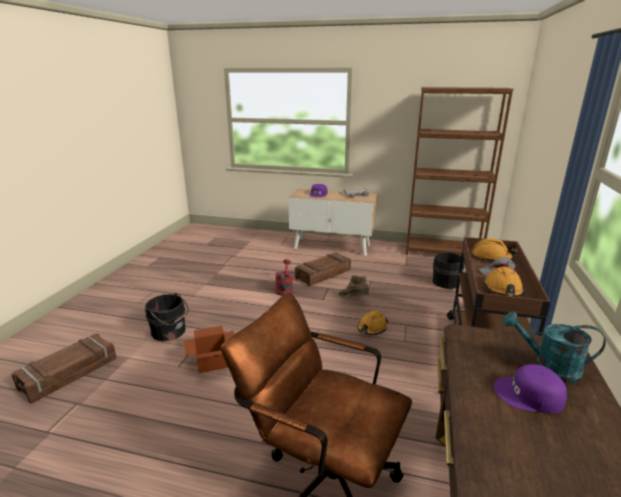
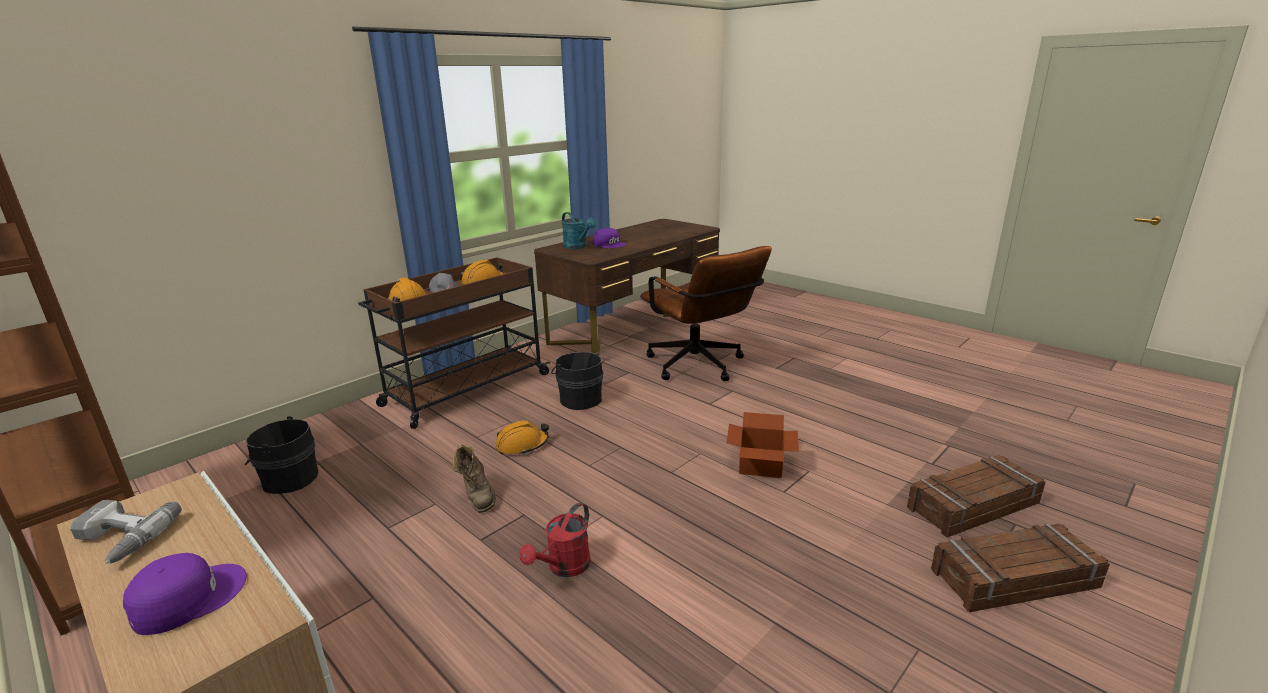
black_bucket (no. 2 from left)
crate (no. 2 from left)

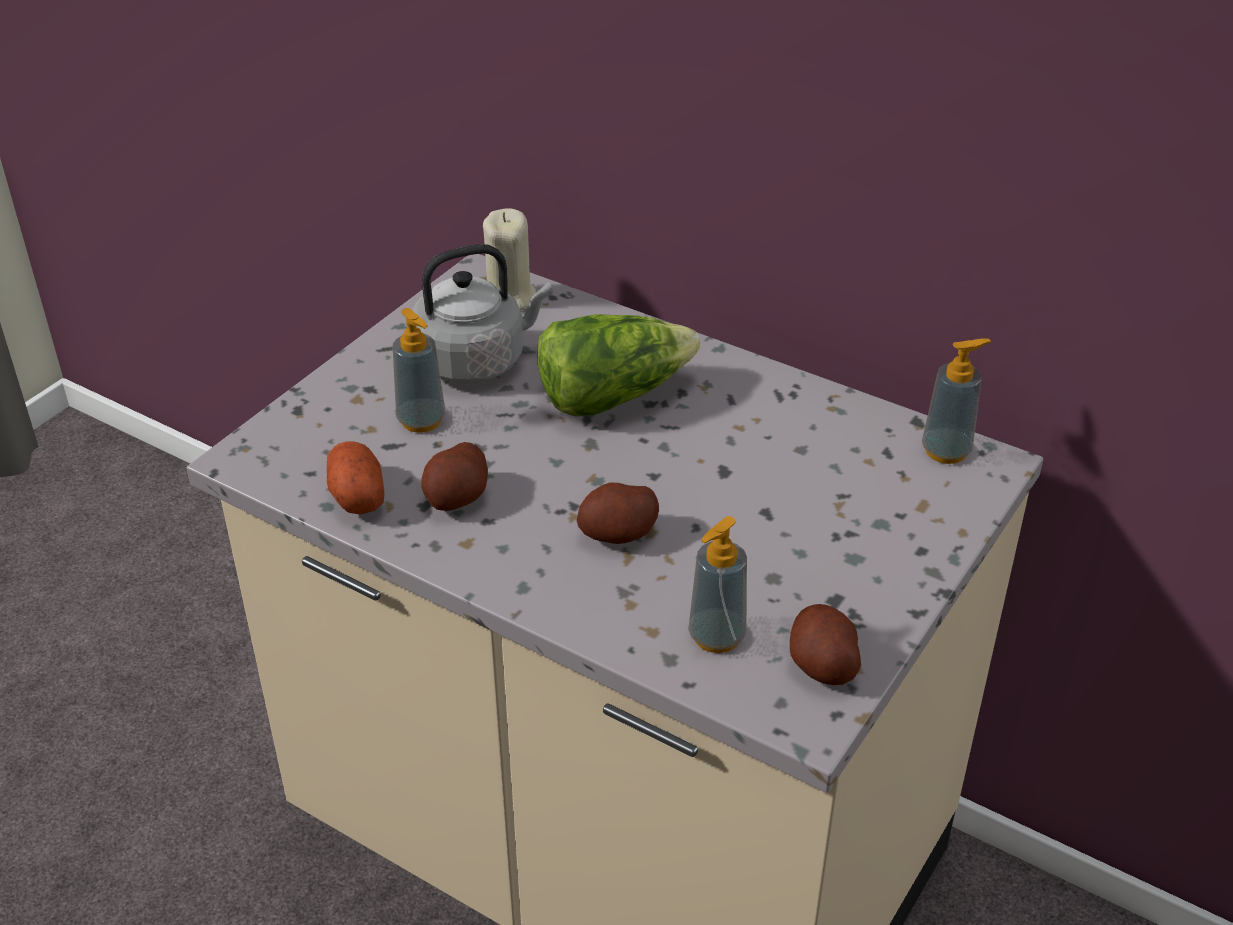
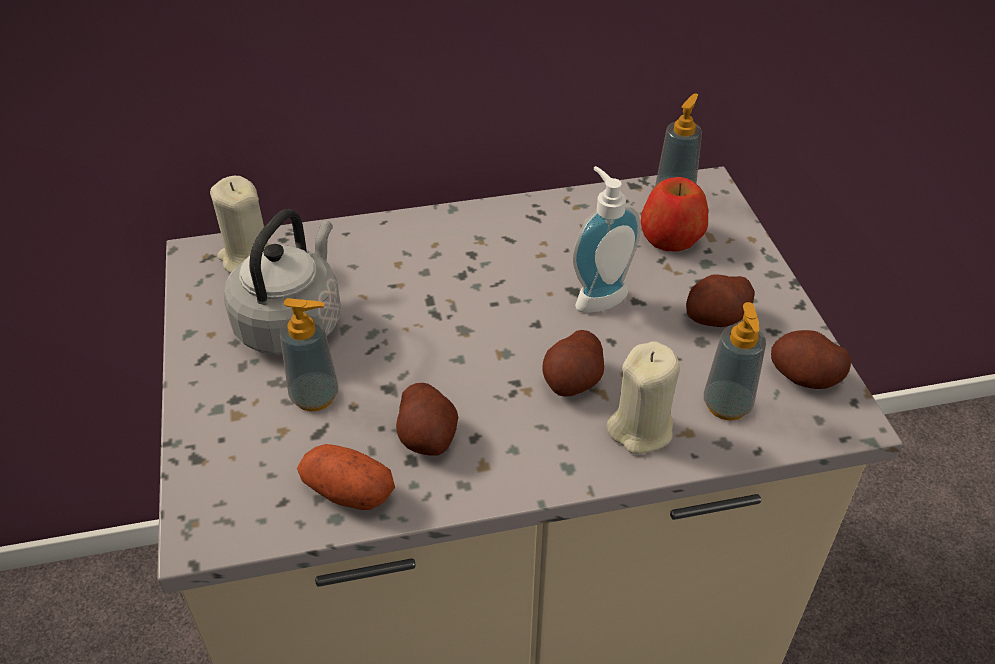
lettuce
soap_dispenser (no. 2 from left)
beige_candle (no. 2 from left)
apple
potato (no. 4 from left)

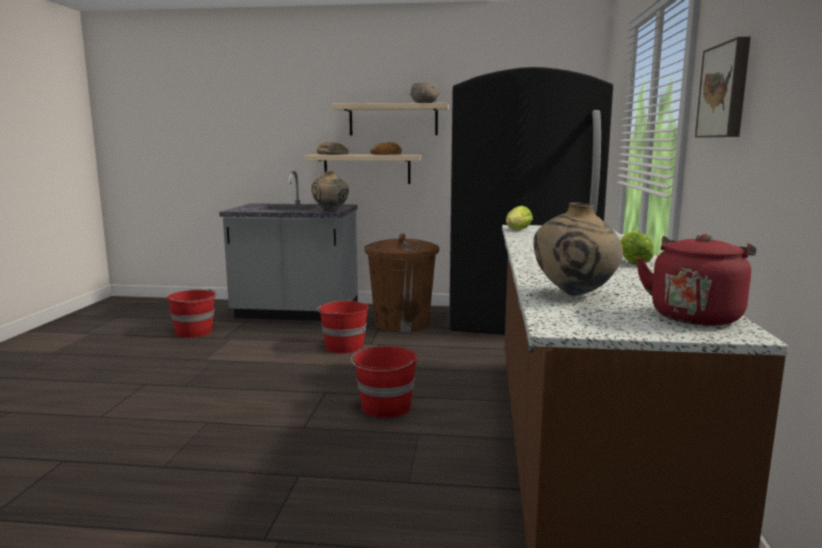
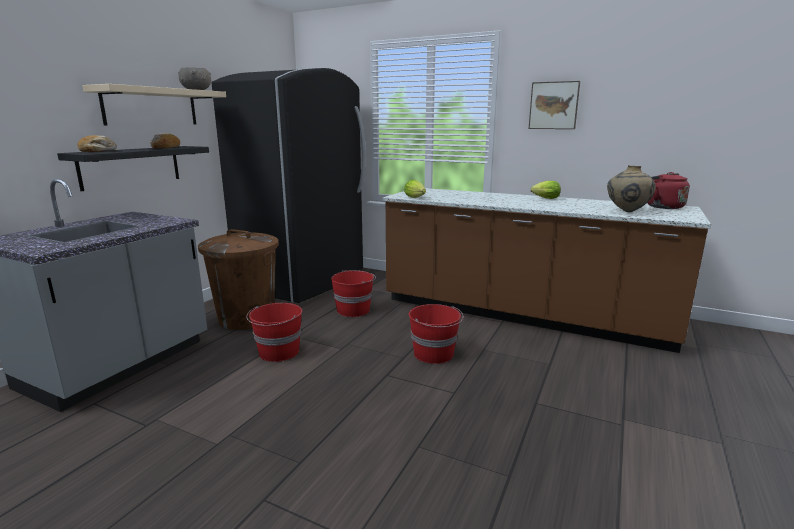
beige_vase (no. 1 from left in the first image)
red_bucket (no. 2 from left)
black_shelf

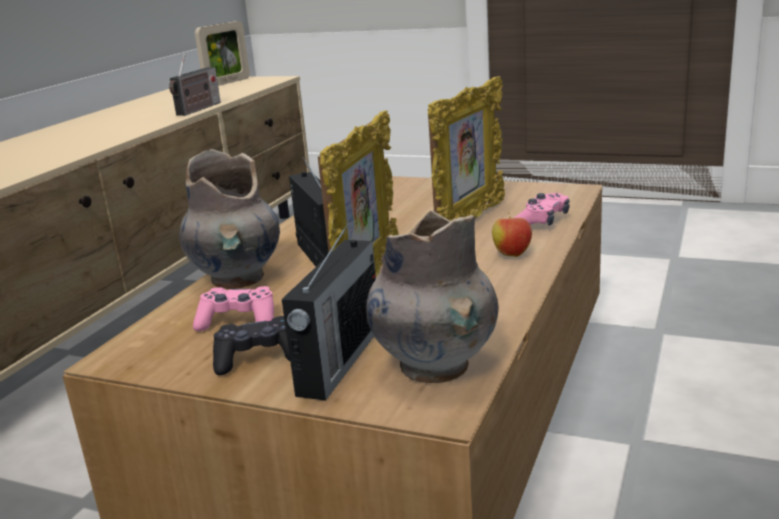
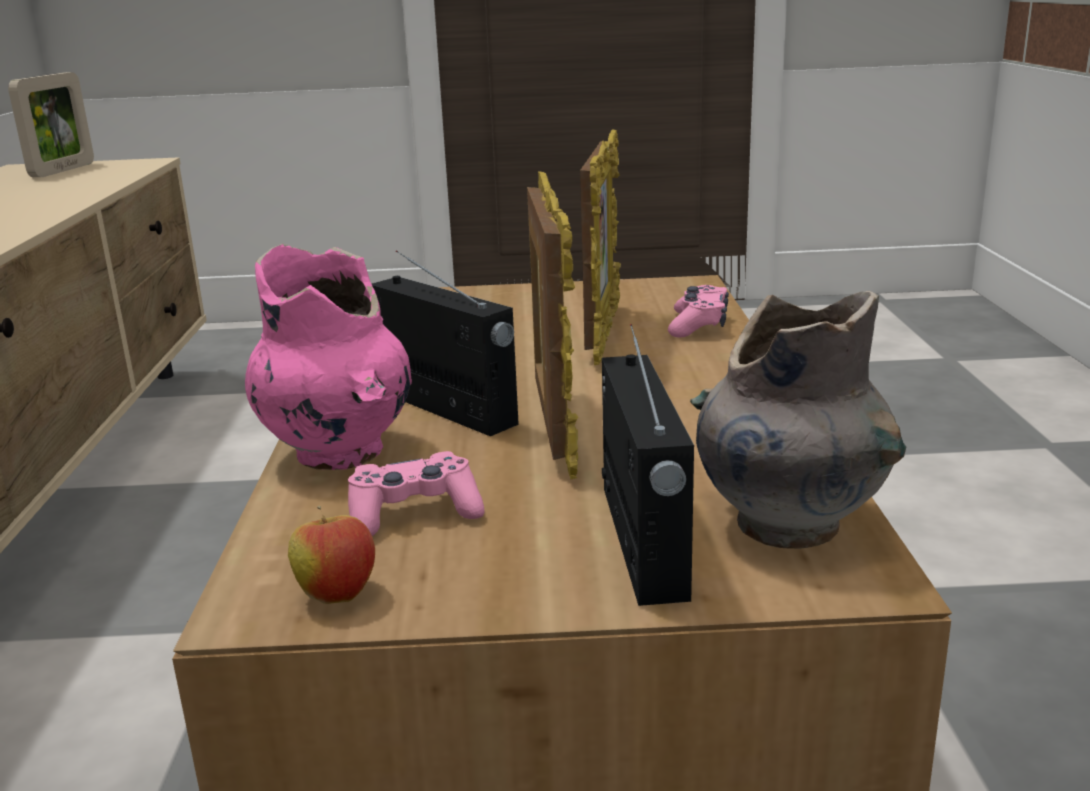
radio (no. 1 from left in the first image)
black_game_controller
apple
pink_vase

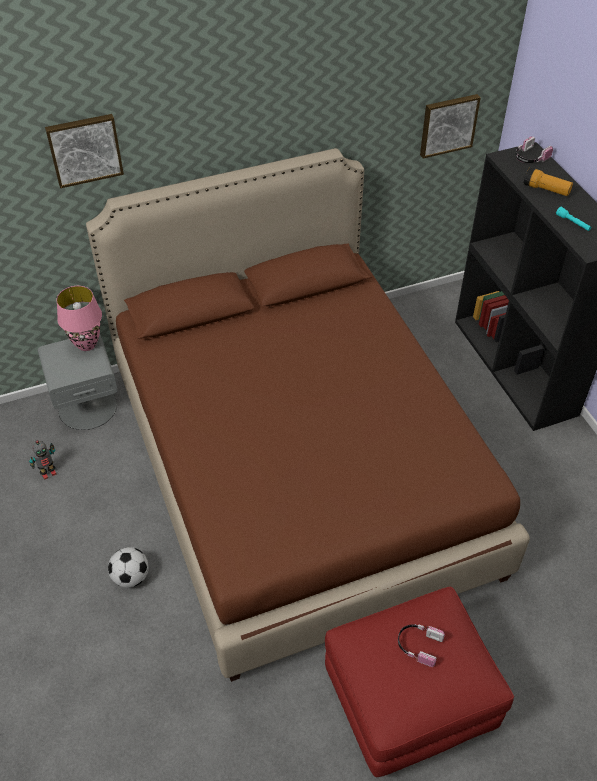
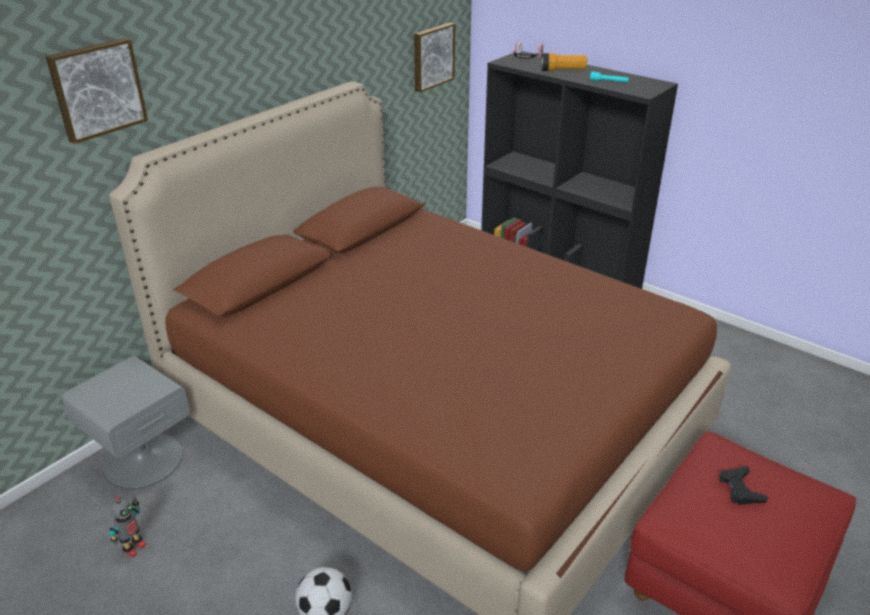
pink_table_lamp
black_game_controller

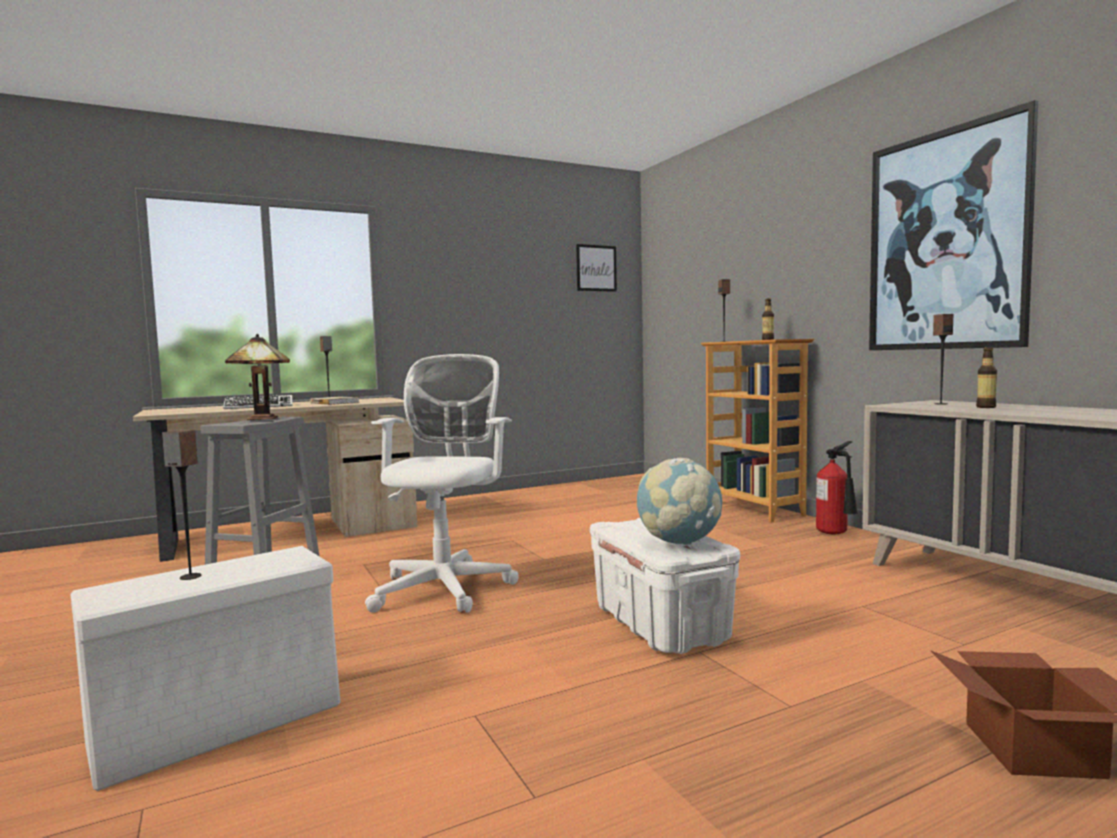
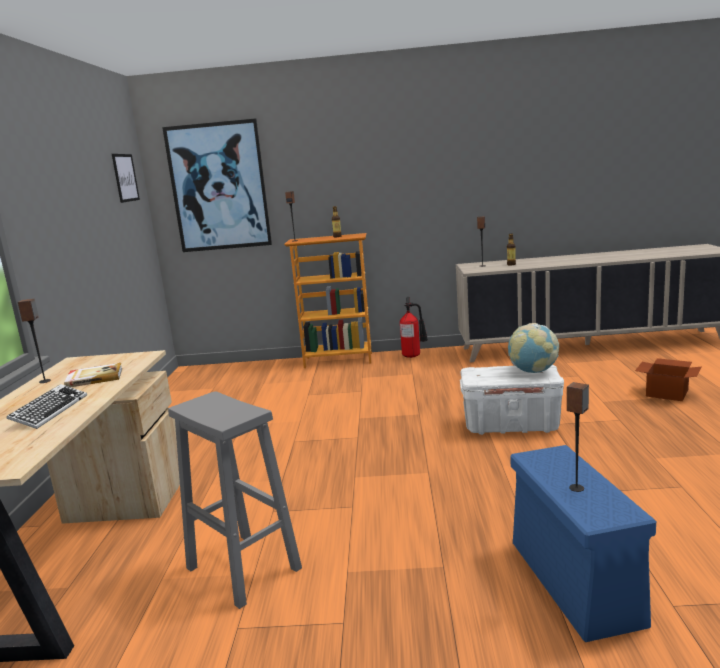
table_lamp
white_office_chair
picture (no. 2 from left)
blue_storage_box

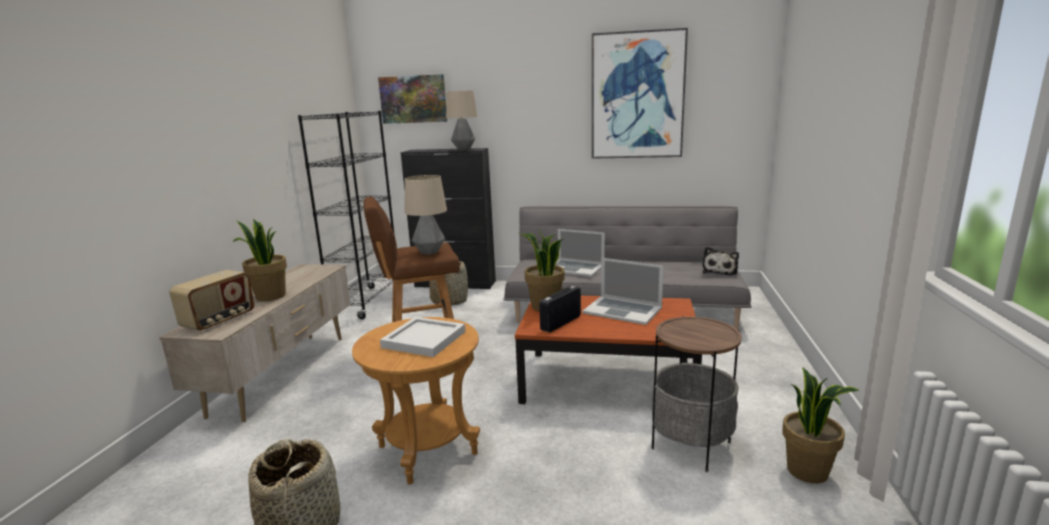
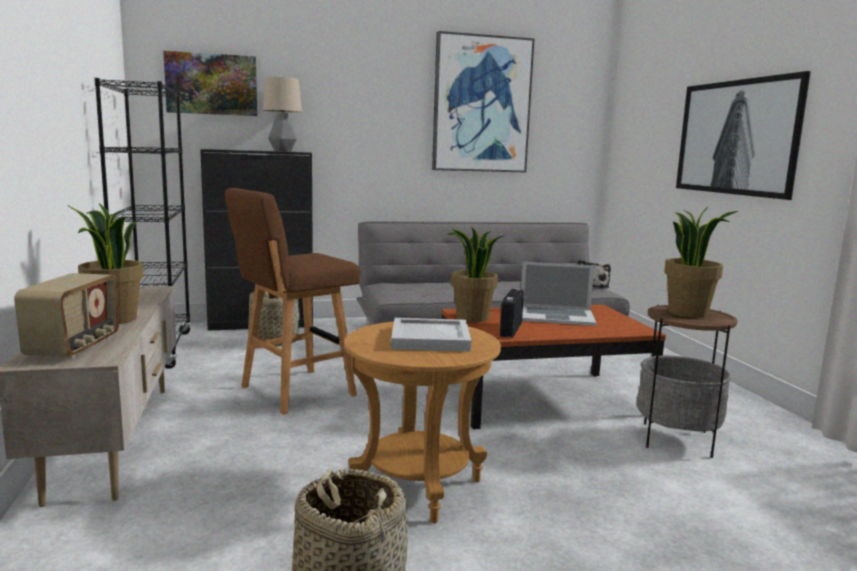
table_lamp (no. 1 from left in the first image)
laptop (no. 1 from left in the first image)
picture (no. 3 from left)
potted_plant (no. 3 from left)

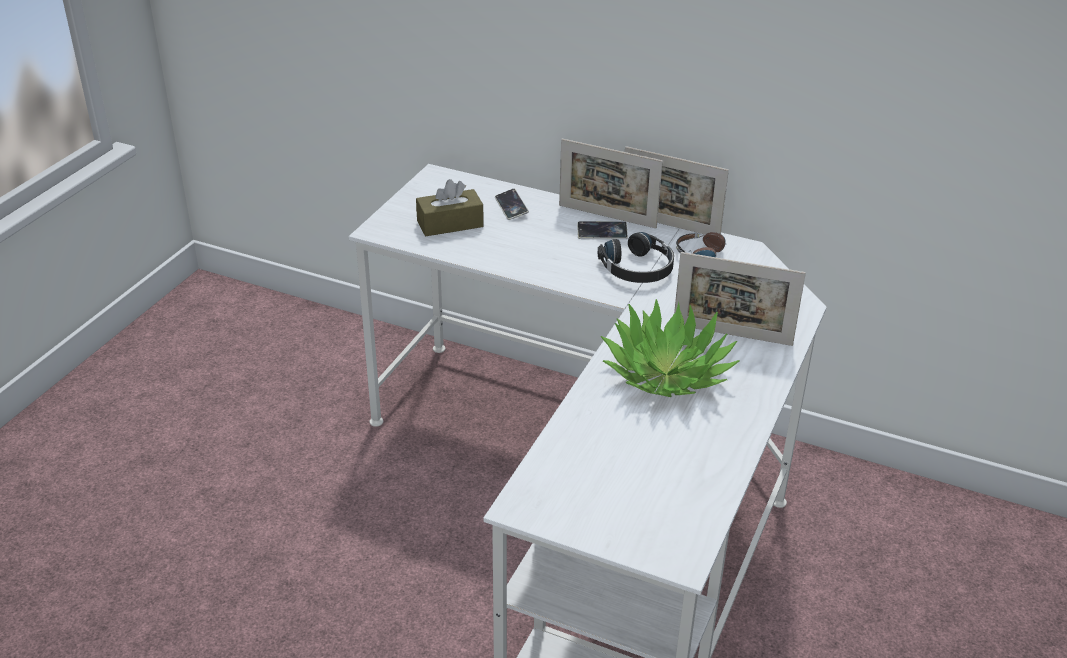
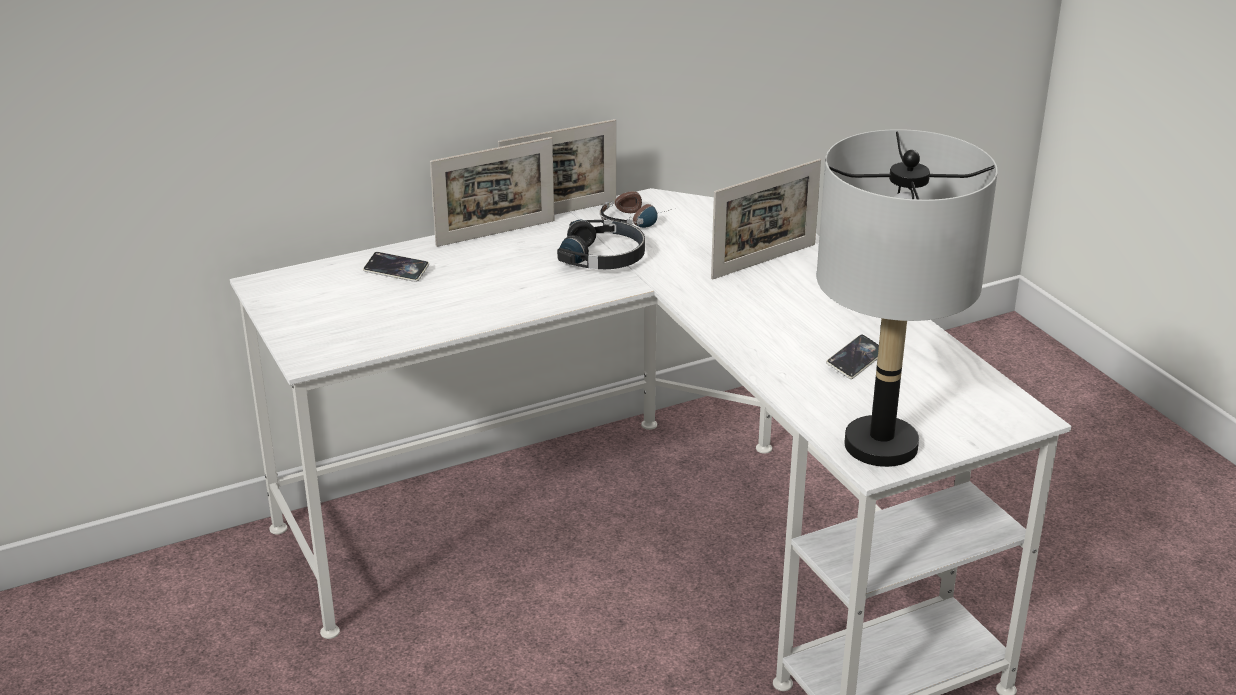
brown_tissue_box
potted_plant
grey_table_lamp
phone (no. 2 from left)

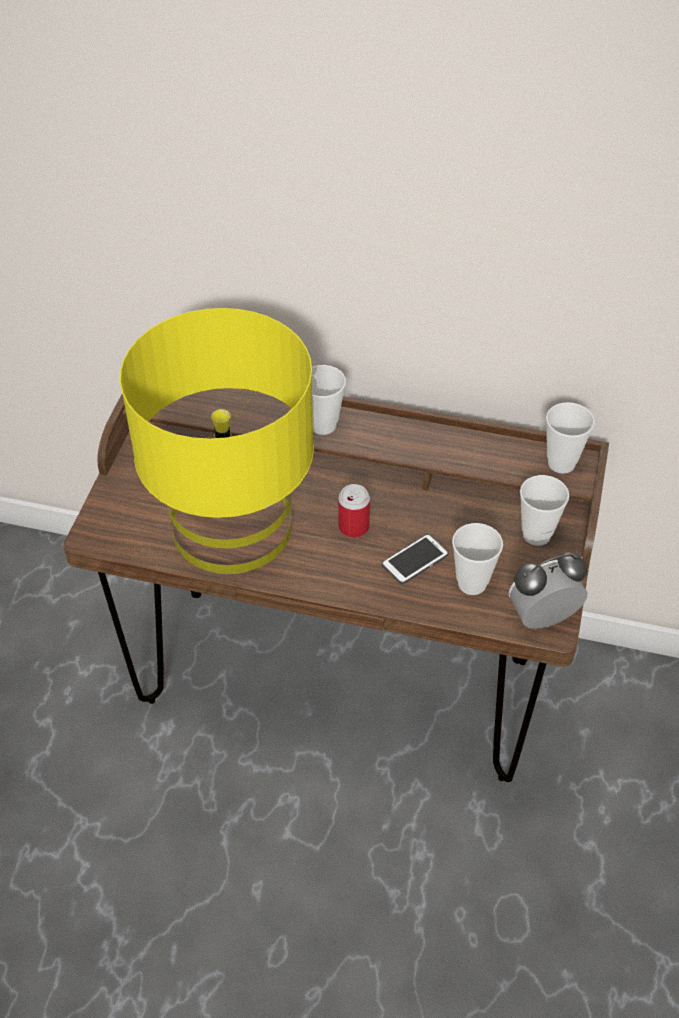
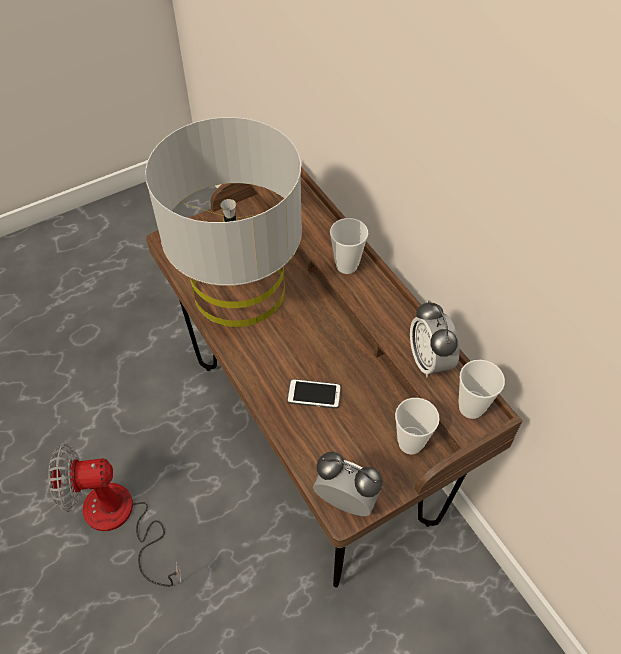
can
cup (no. 2 from left in the first image)
fan
alarm_clock (no. 2 from left)
grey_table_lamp

